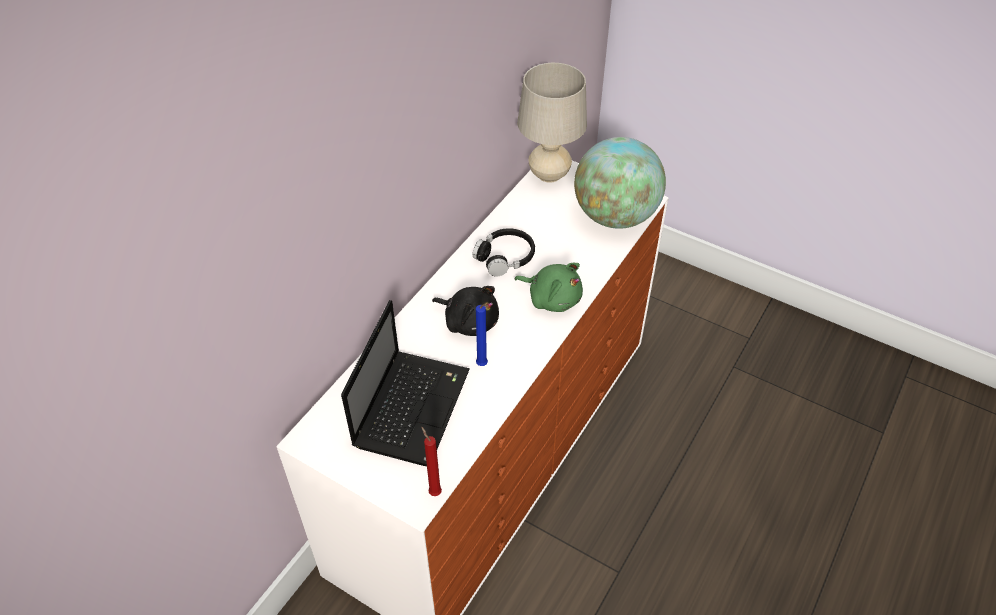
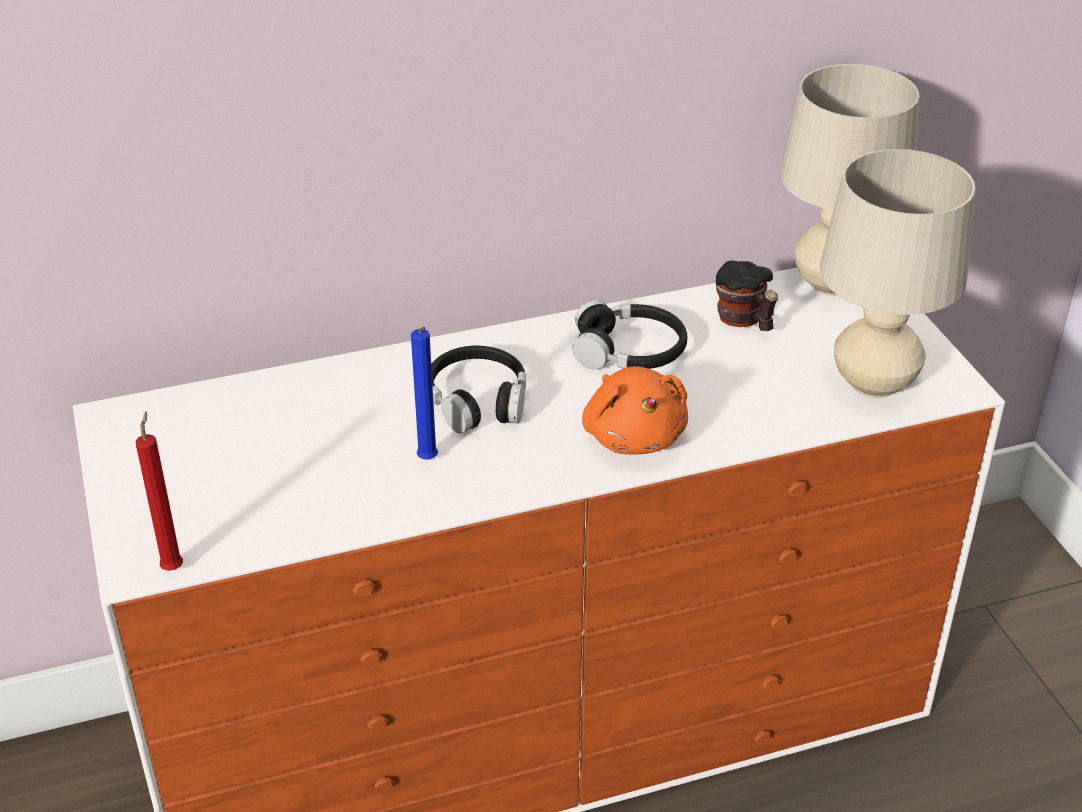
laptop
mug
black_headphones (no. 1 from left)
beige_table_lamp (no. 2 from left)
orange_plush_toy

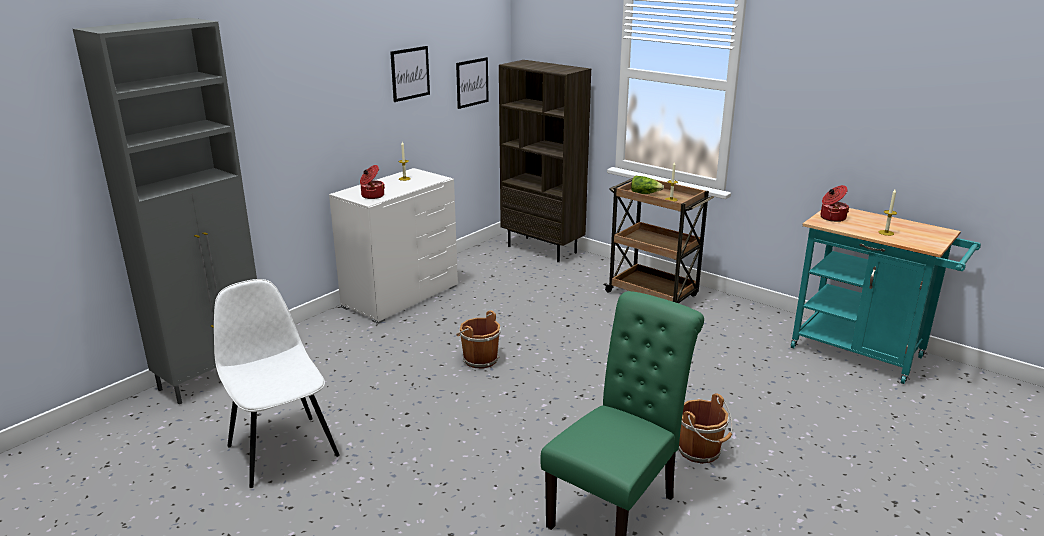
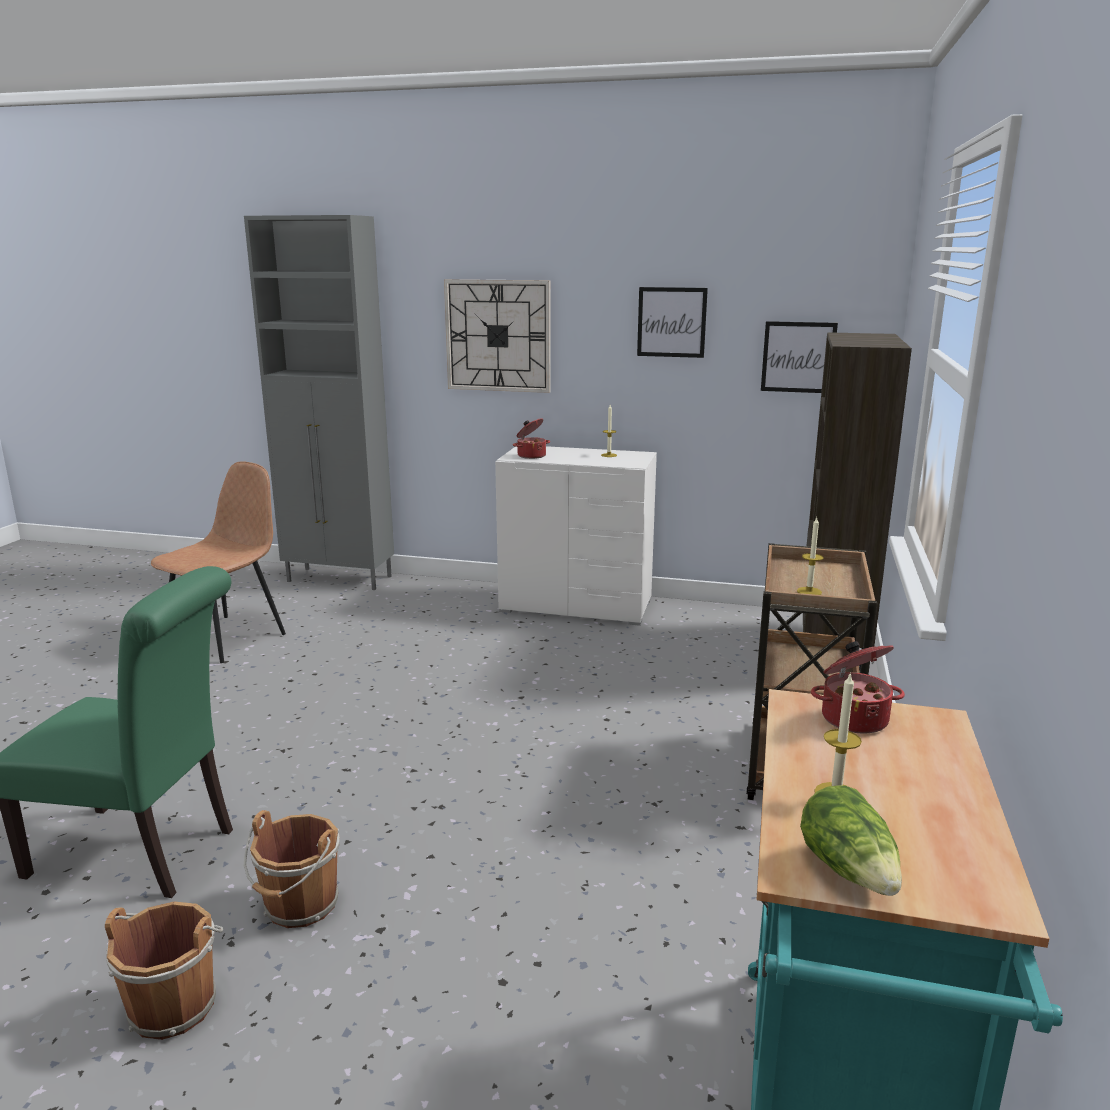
wall_clock
brown_bucket (no. 1 from left)
lettuce
brown_chair

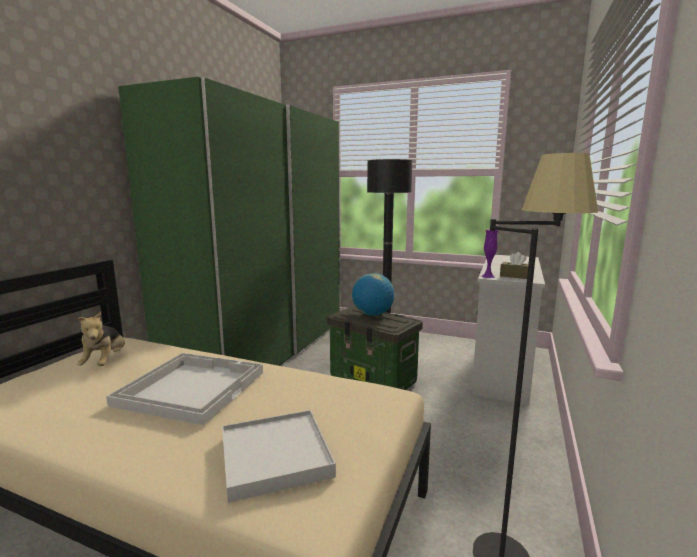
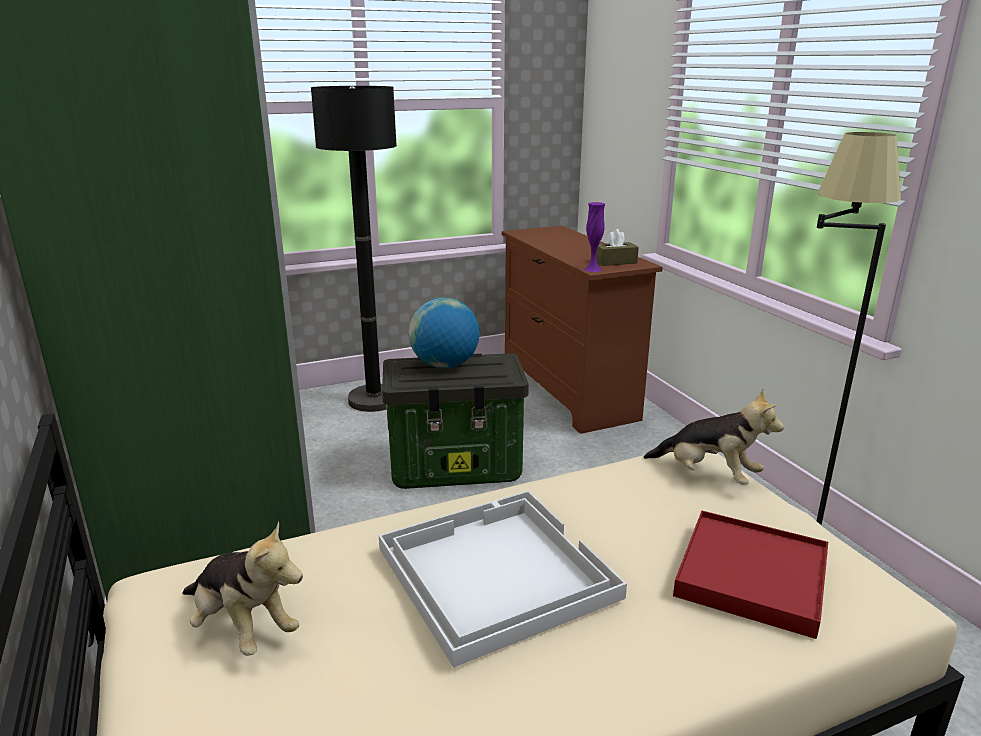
plush_toy (no. 2 from left)
red_tray
brown_dresser

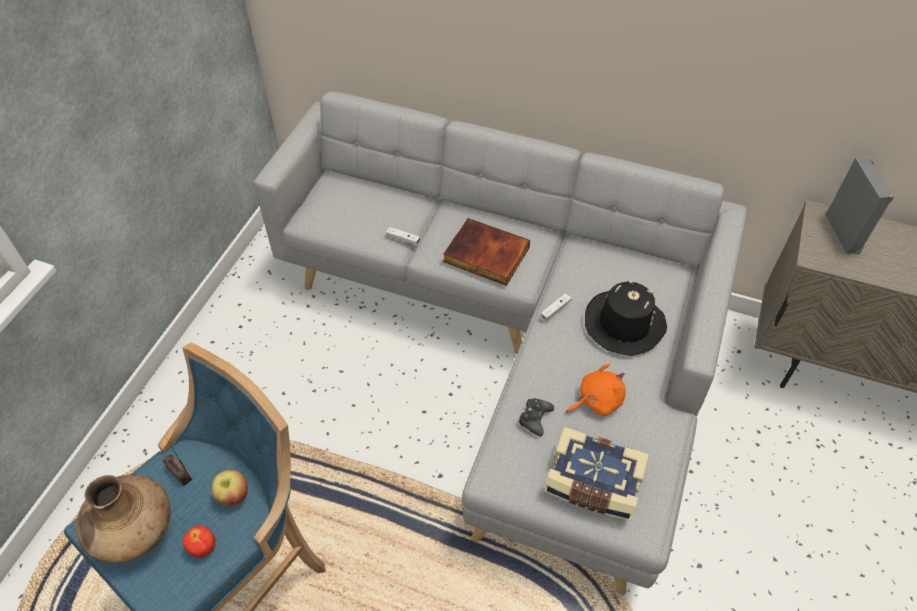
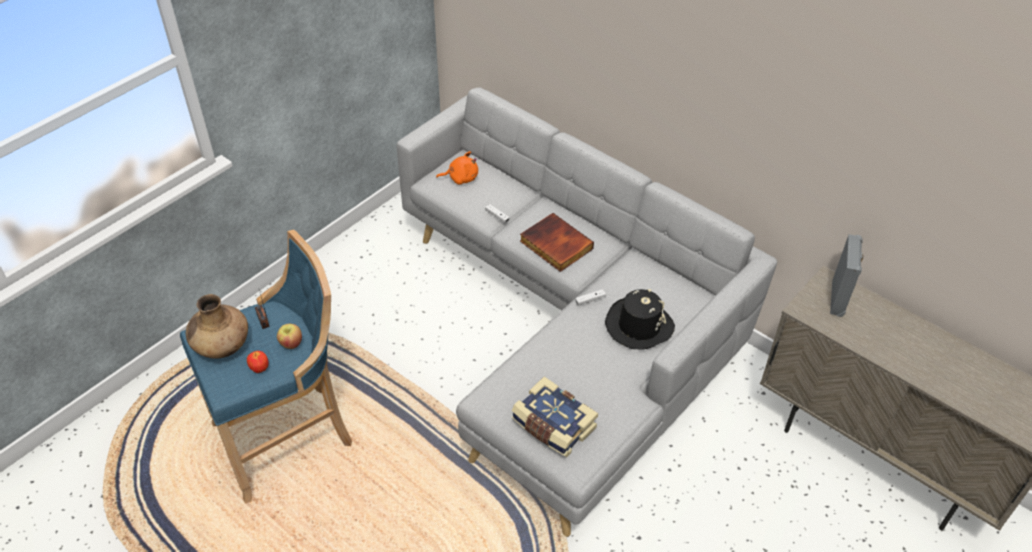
black_game_controller
orange_plush_toy

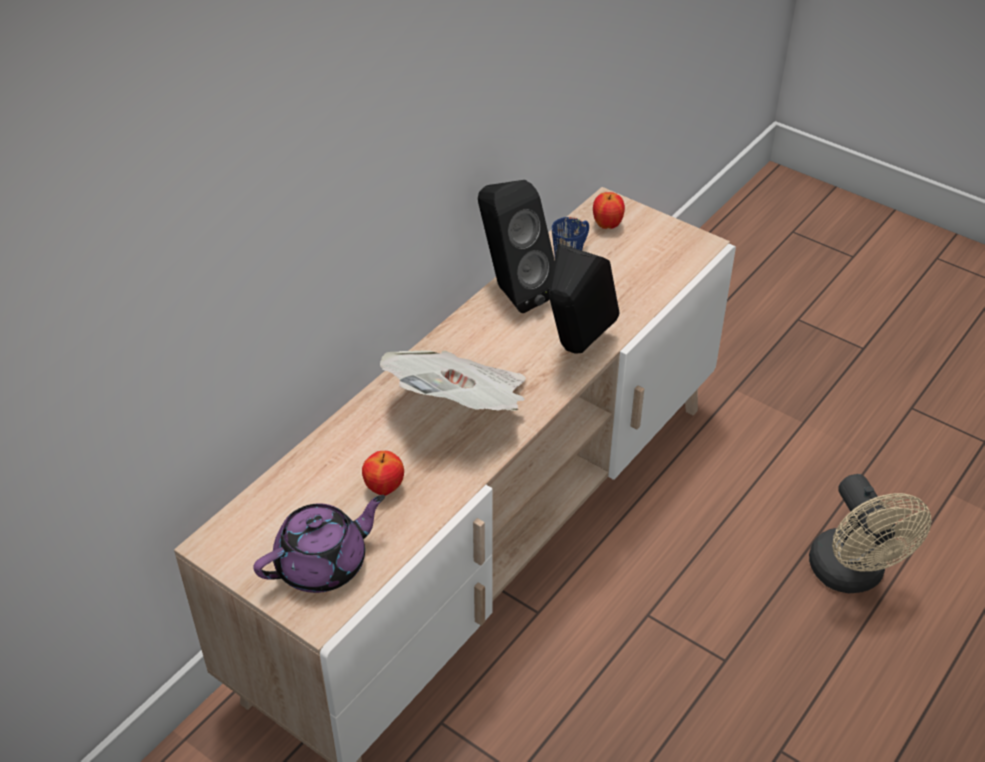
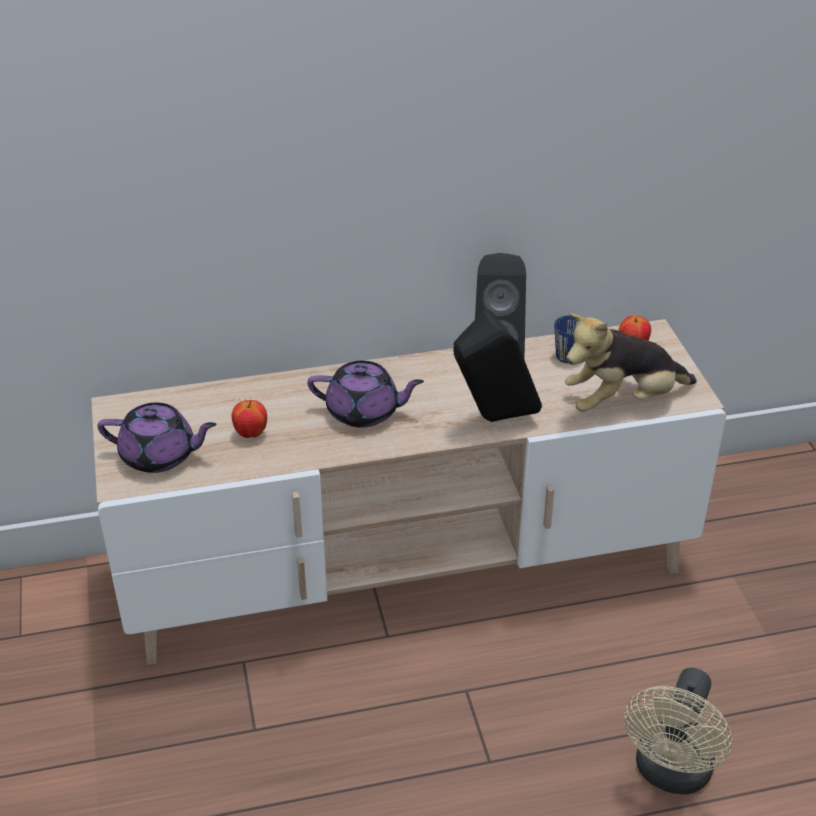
plush_toy
purple_teapot (no. 2 from left)

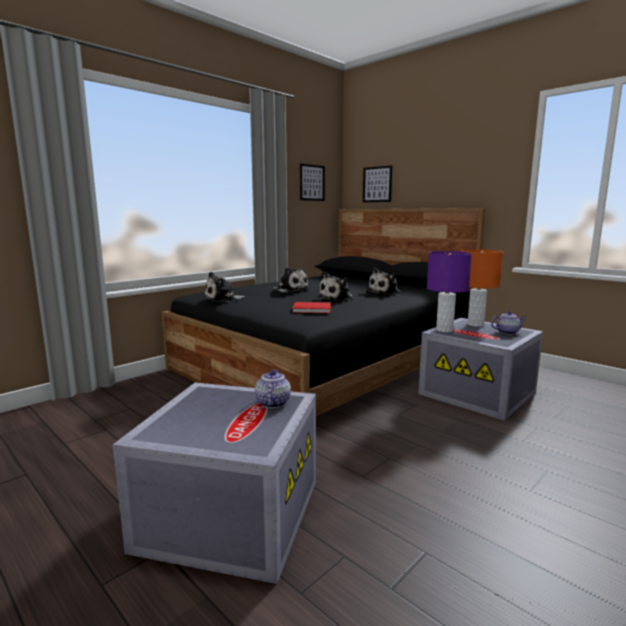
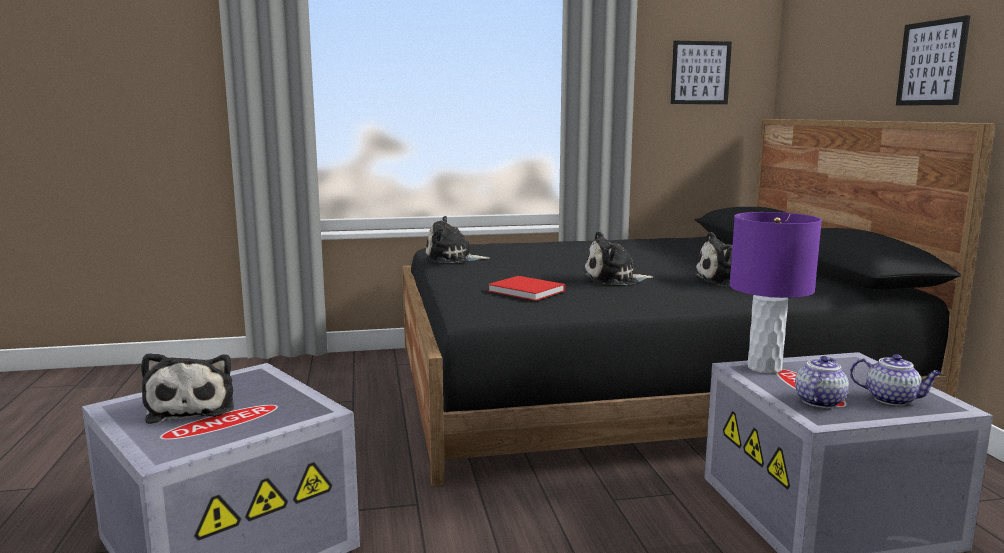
orange_table_lamp
teapot (no. 1 from left)
plush_toy (no. 1 from left)
picture (no. 2 from left)

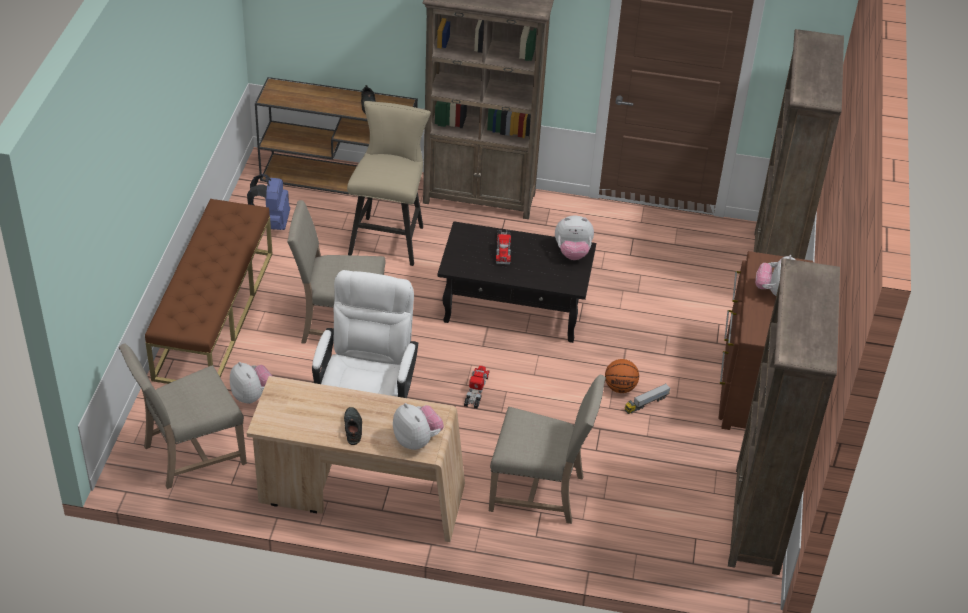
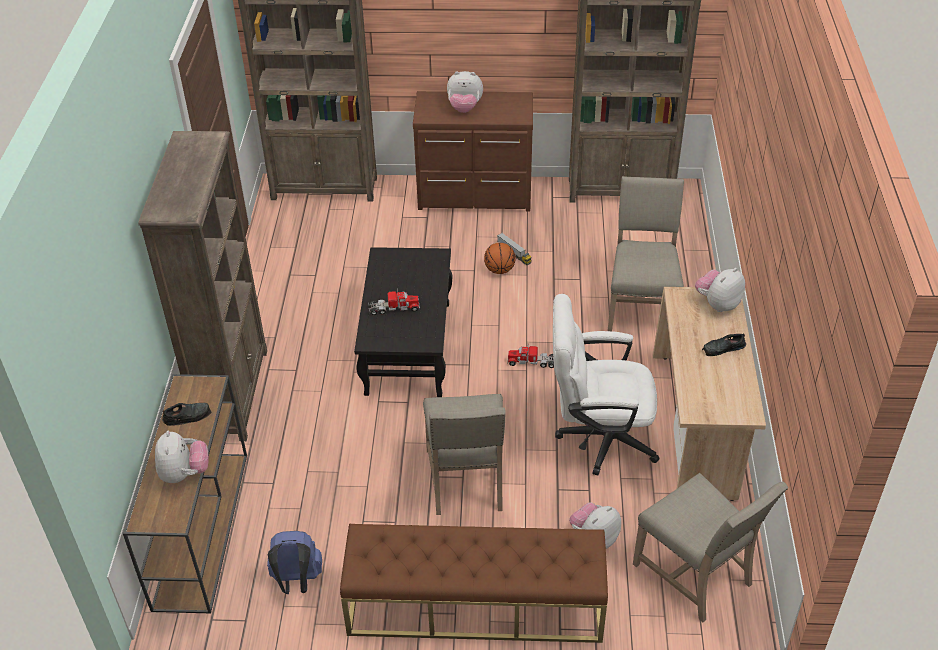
beige_stool
plush_toy (no. 1 from left)

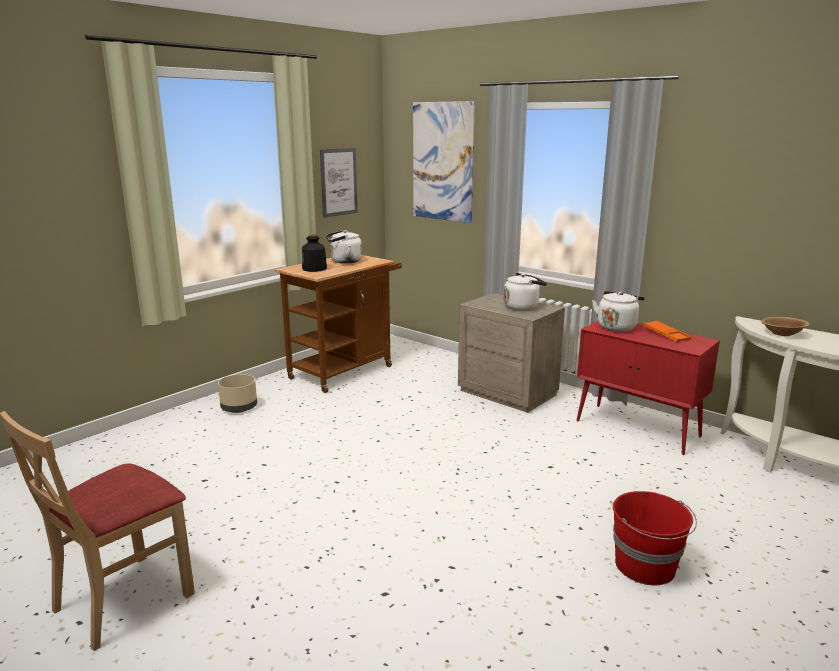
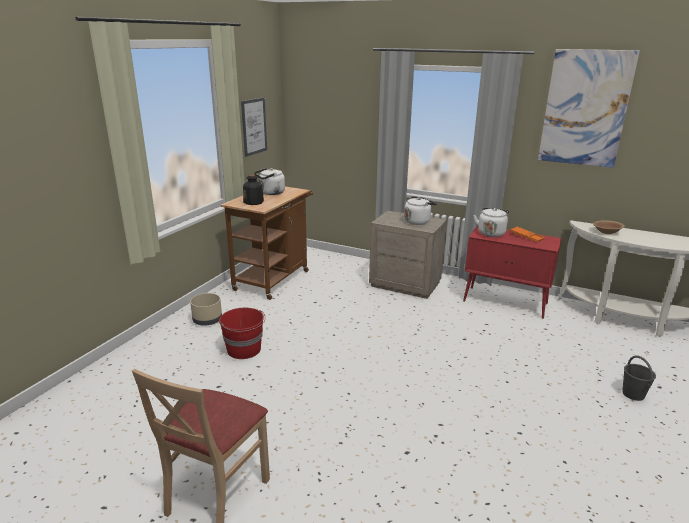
grey_bucket
picture (no. 2 from left)
red_bucket

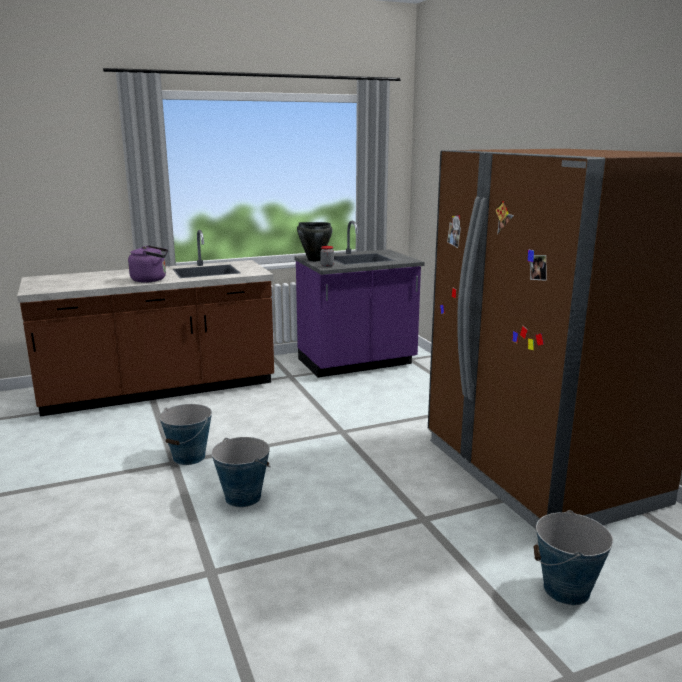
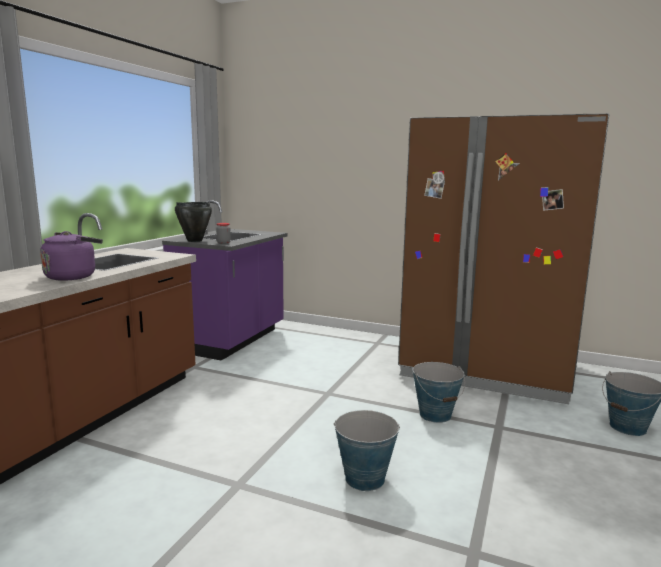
bucket (no. 2 from left)

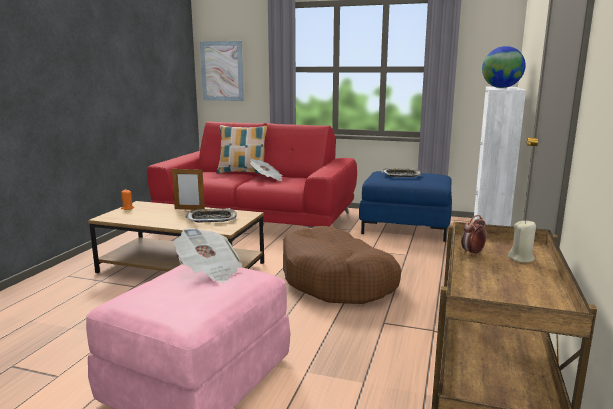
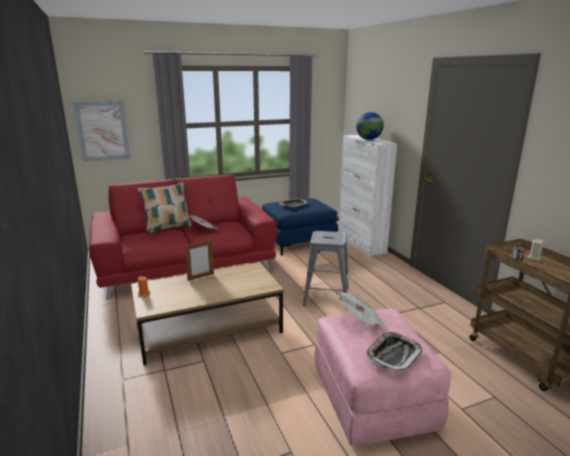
tray (no. 2 from left)
grey_stool

